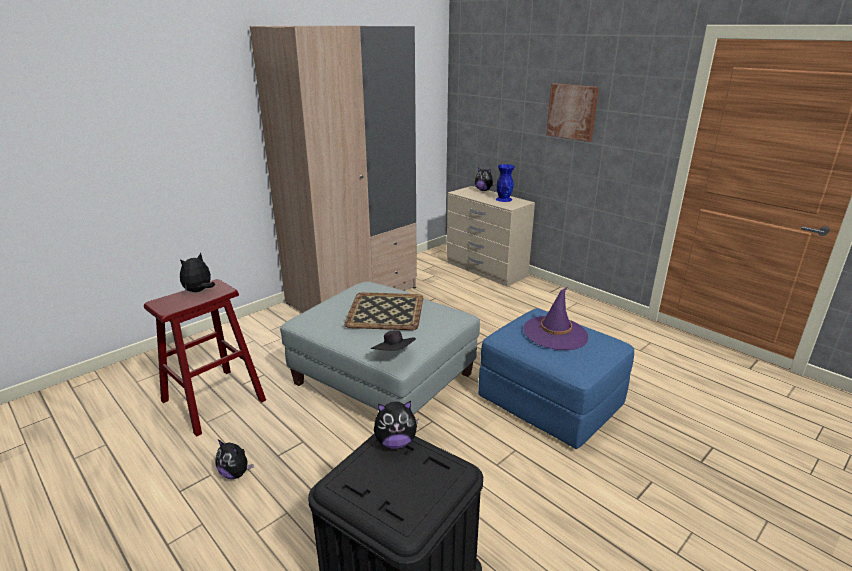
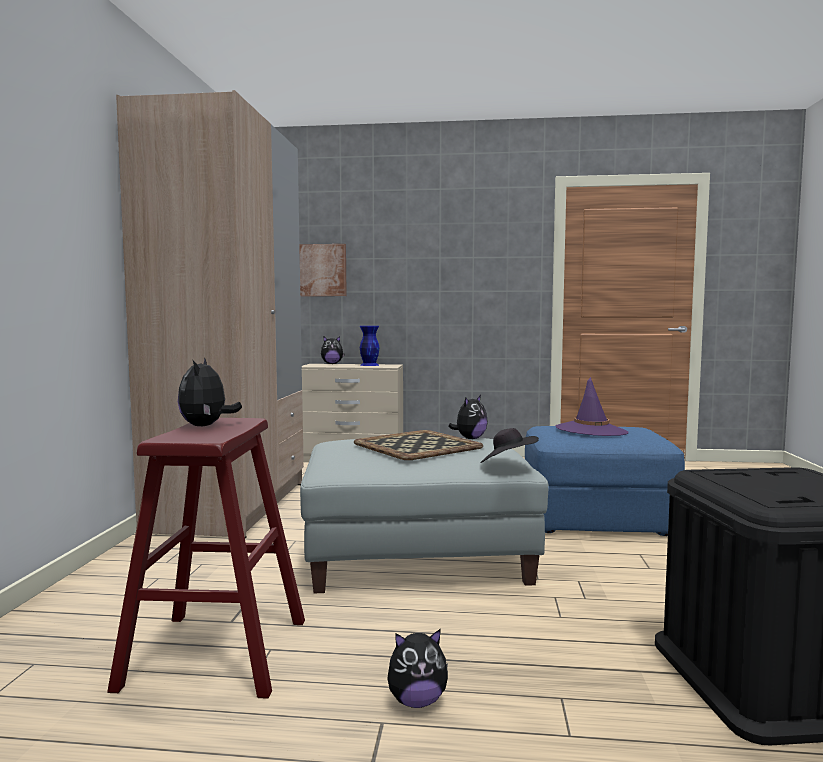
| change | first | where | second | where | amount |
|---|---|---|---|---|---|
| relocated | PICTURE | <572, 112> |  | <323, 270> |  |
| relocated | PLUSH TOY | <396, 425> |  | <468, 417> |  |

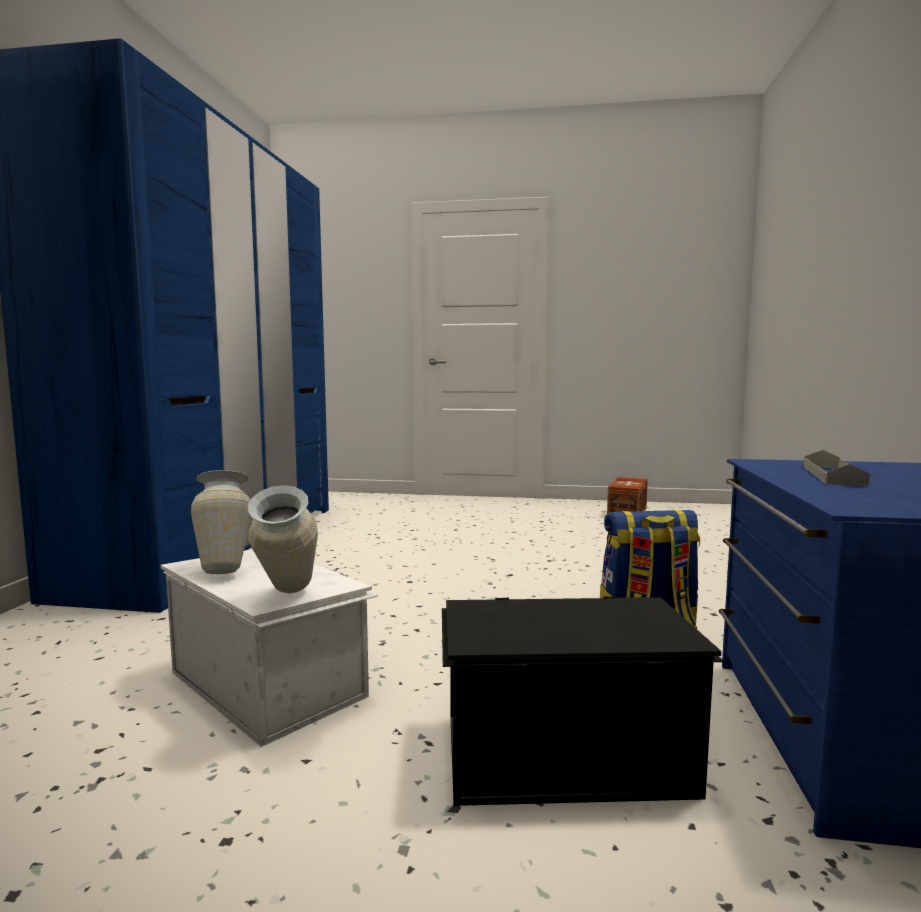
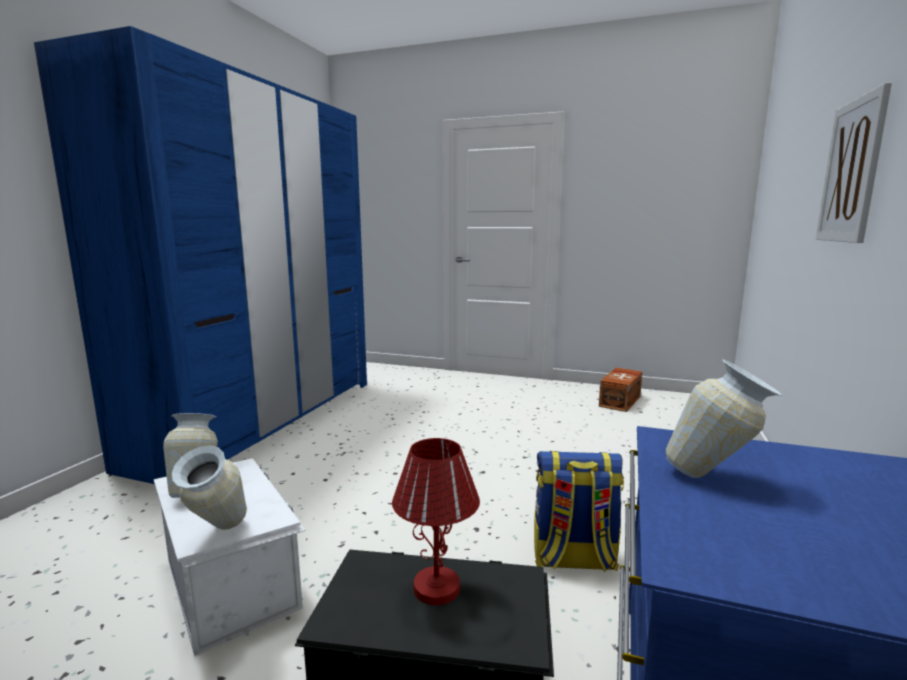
| change | first | where | second | where | amount |
|---|---|---|---|---|---|
| appeared |  |  | RED TABLE LAMP | <436, 521> |  |
| exchanged | GREY TRAY | <836, 468> | VASE | <724, 418> |  |
| appeared |  |  | PICTURE | <854, 162> |  |

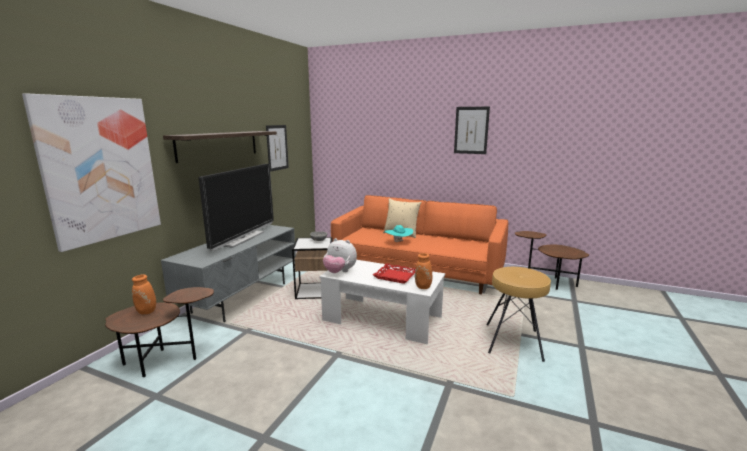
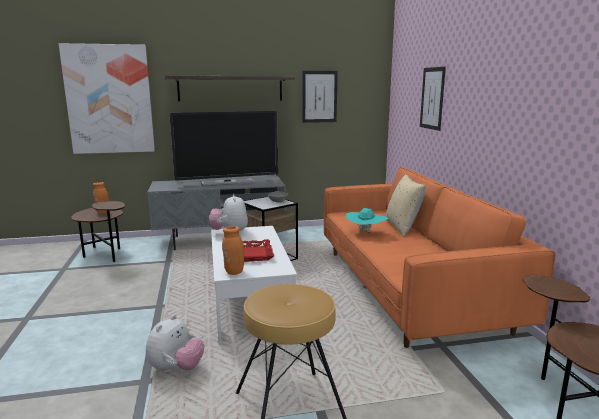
| change | first | where | second | where | amount |
|---|---|---|---|---|---|
| appeared |  |  | PLUSH TOY | <175, 343> |  |
| relocated | PICTURE | <472, 130> |  | <433, 99> |  |

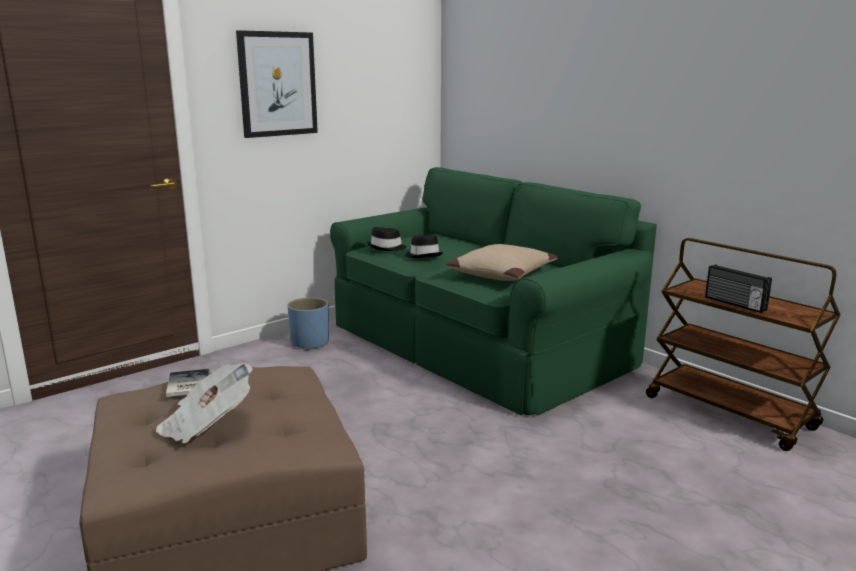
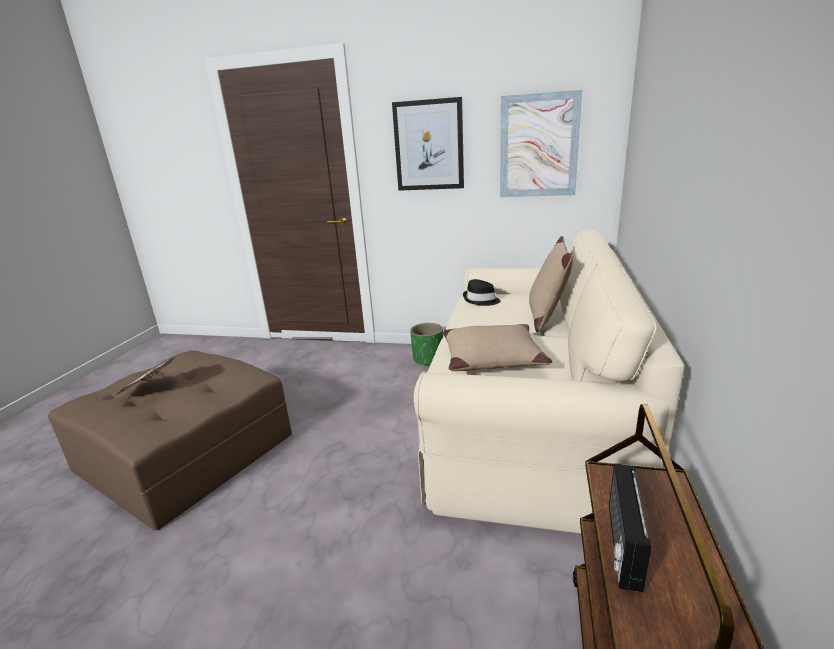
| change | first | where | second | where | amount |
|---|---|---|---|---|---|
| colour | BLUE PLANTER | <308, 323> | GREEN PLANTER | <426, 344> |  |
| colour | GREEN SOFA | <493, 291> | BEIGE SOFA | <549, 382> |  |
| appeared |  |  | PICTURE | <541, 143> |  |
| appeared |  |  | BEIGE PILLOW | <551, 284> |  |
| missing | BOOK | <187, 383> |  |  |  |
| missing | BLACK HAT | <424, 246> |  |  |  |

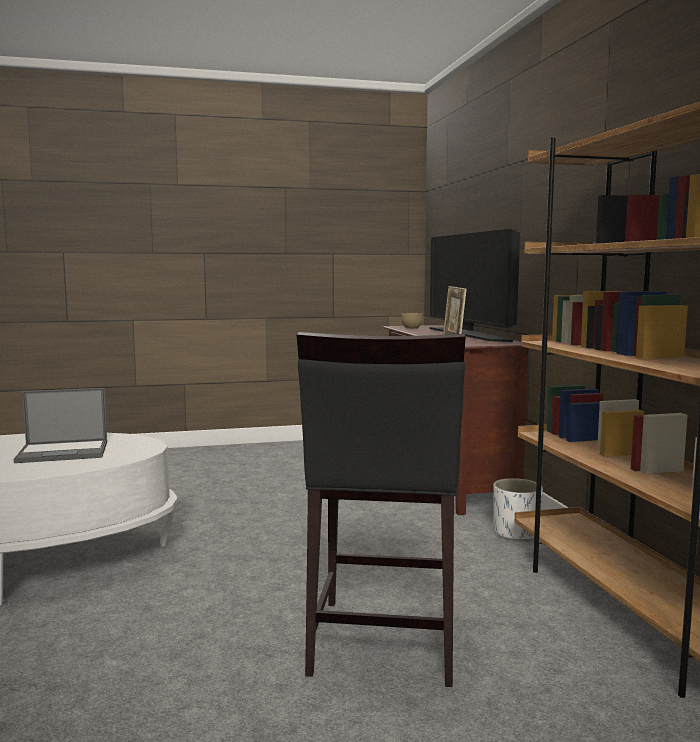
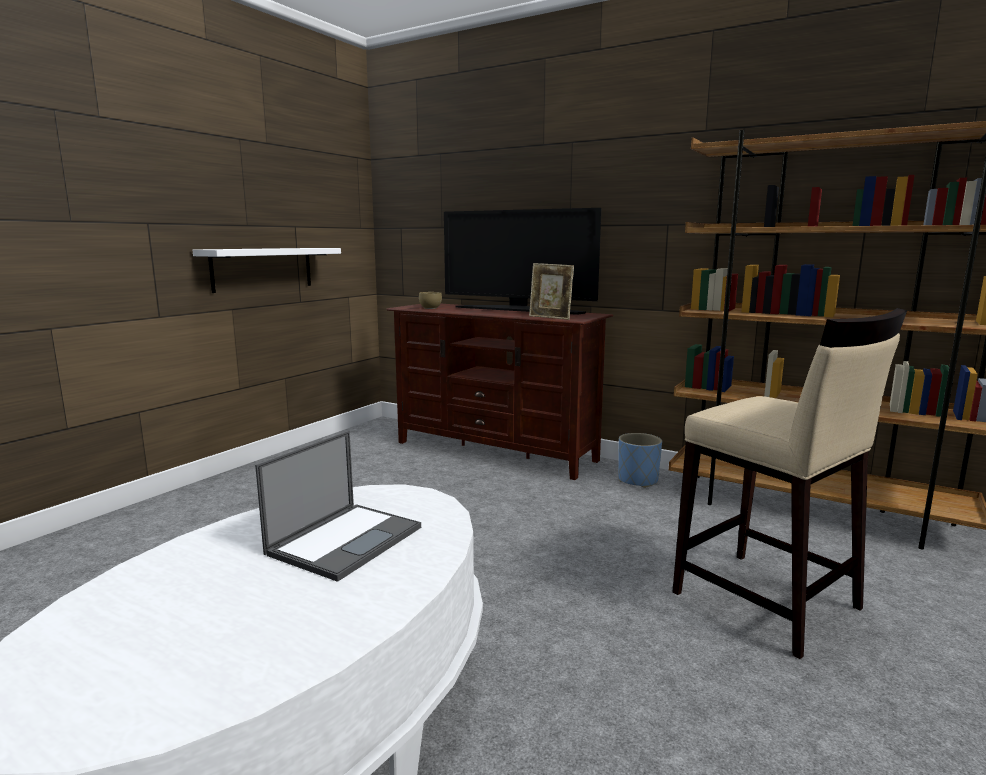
| change | first | where | second | where | amount |
|---|---|---|---|---|---|
| appeared |  |  | WHITE SHELF | <267, 270> |  |
| colour | WHITE PLANTER | <518, 509> | BLUE PLANTER | <640, 460> |  |
| colour | BLACK STOOL | <381, 509> | BEIGE STOOL | <789, 483> |  |

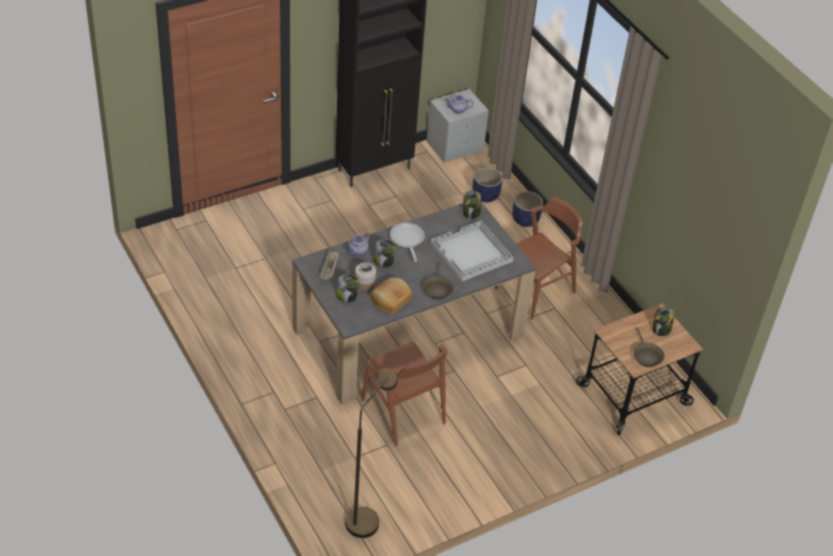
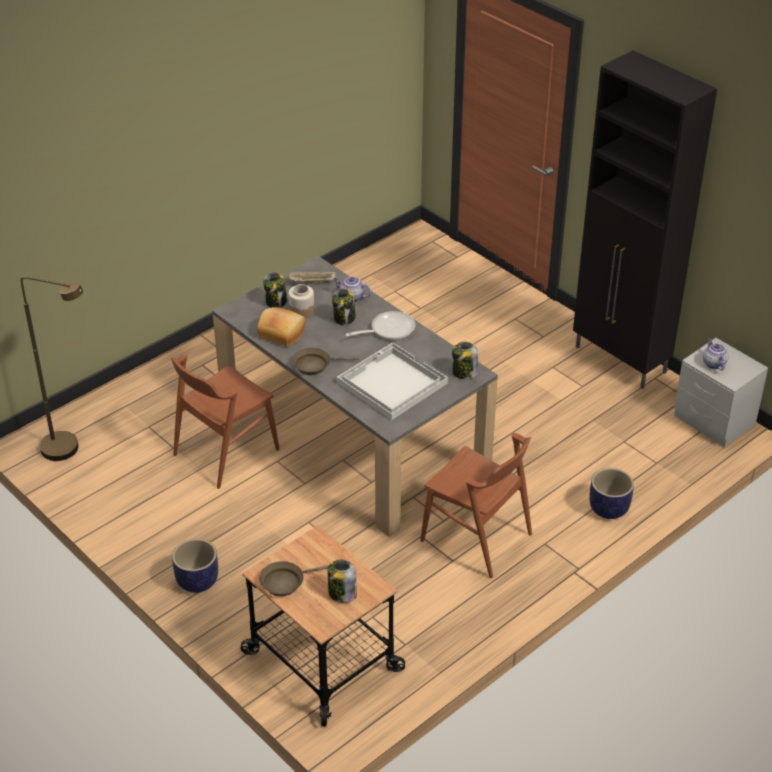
| change | first | where | second | where | amount |
|---|---|---|---|---|---|
| relocated | PLANTER | <487, 185> |  | <195, 565> |  |

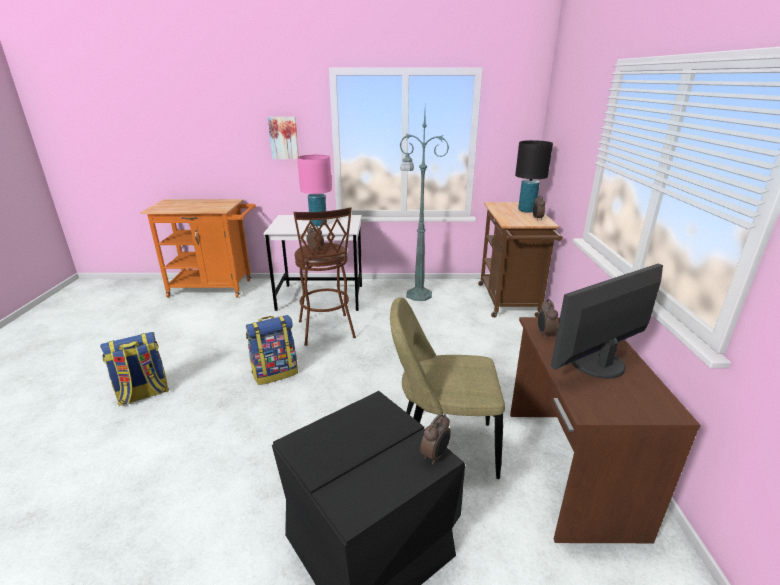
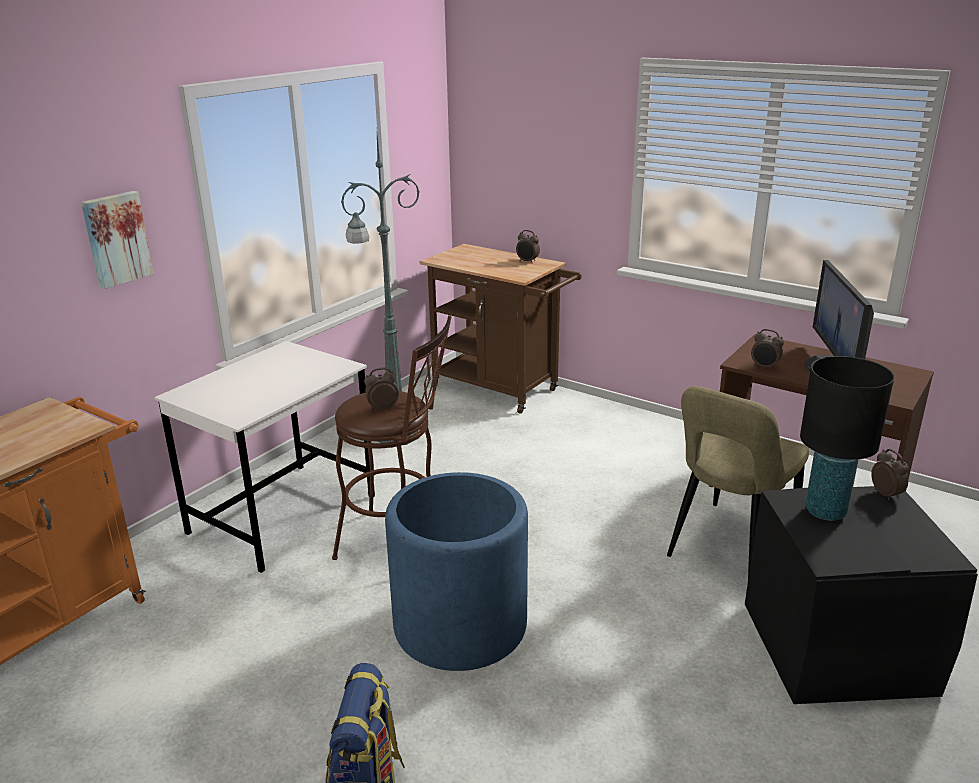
| change | first | where | second | where | amount |
|---|---|---|---|---|---|
| exchanged | BACKPACK | <272, 350> | BLUE PLANTER | <456, 571> |  |
| relocated | BLACK TABLE LAMP | <534, 176> |  | <847, 438> |  |
| missing | PINK TABLE LAMP | <314, 190> |  |  |  |

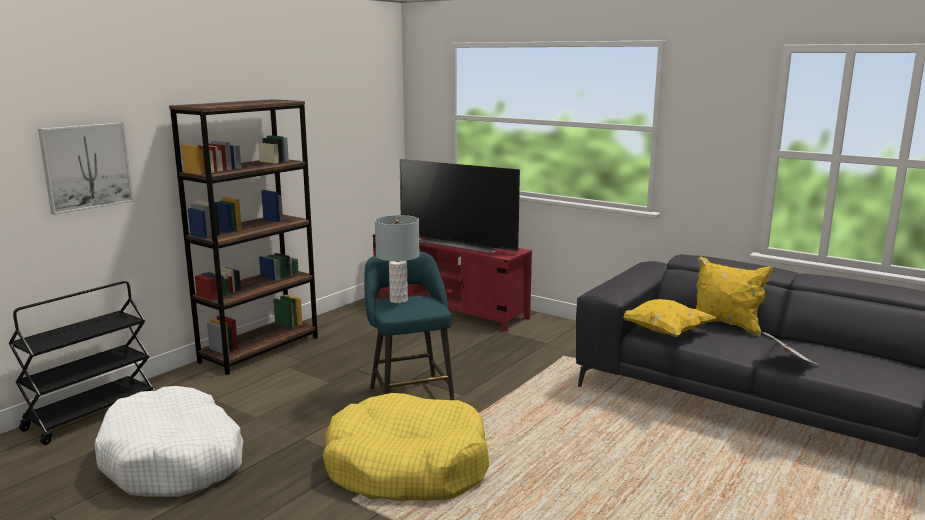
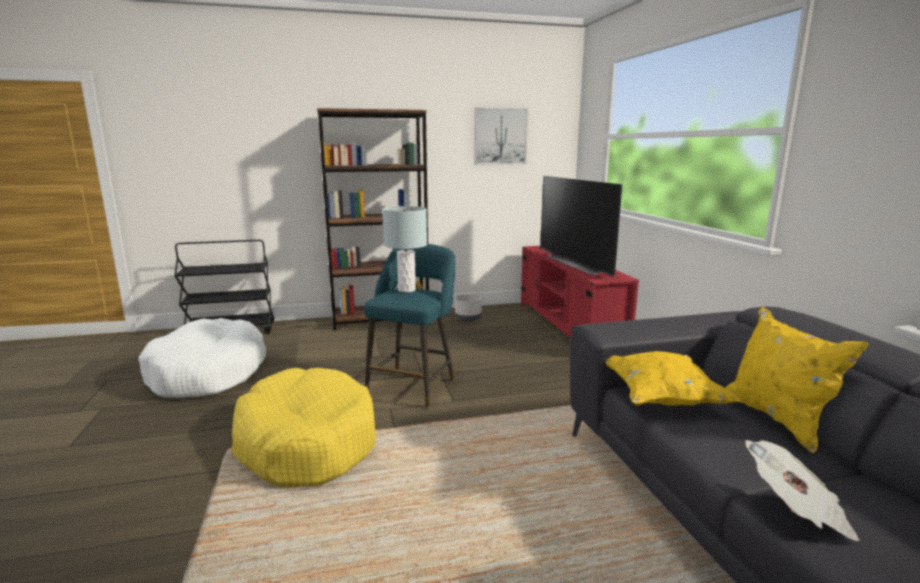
| change | first | where | second | where | amount |
|---|---|---|---|---|---|
| appeared |  |  | GREY PLANTER | <468, 307> |  |
| relocated | PICTURE | <86, 169> |  | <501, 136> |  |

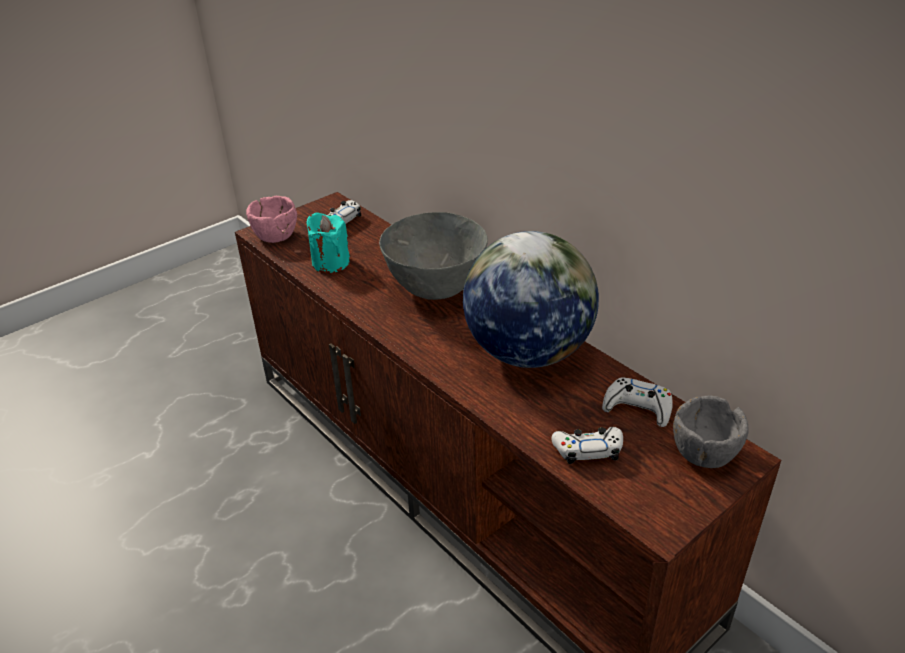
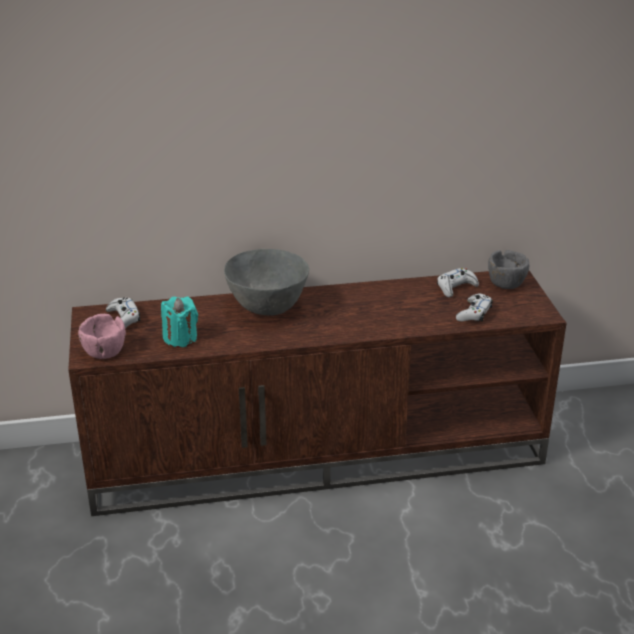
| change | first | where | second | where | amount |
|---|---|---|---|---|---|
| missing | GLOBE | <531, 299> |  |  |  |

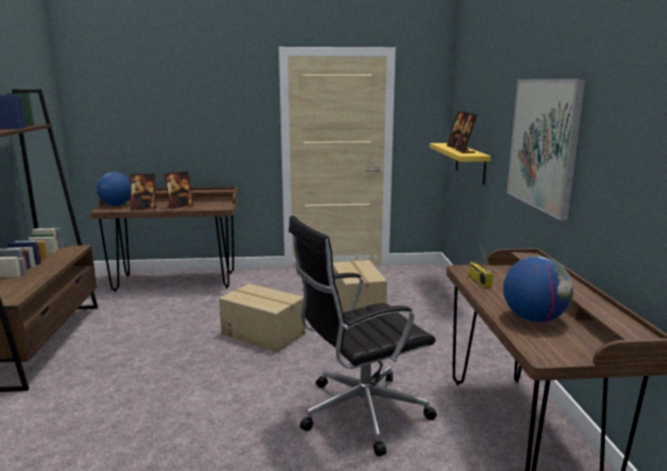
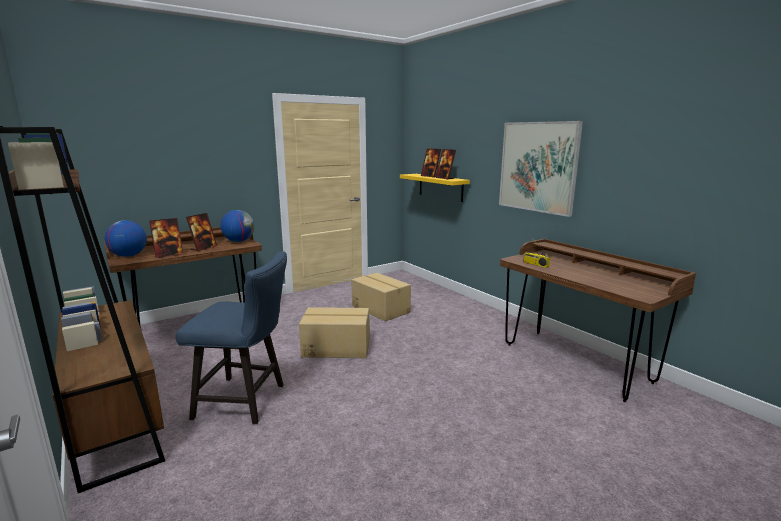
| change | first | where | second | where | amount |
|---|---|---|---|---|---|
| appeared |  |  | BLUE CHAIR | <231, 337> |  |
| relocated | GLOBE | <538, 289> |  | <237, 226> |  |
| missing | BLACK OFFICE CHAIR | <363, 336> |  |  |  |

